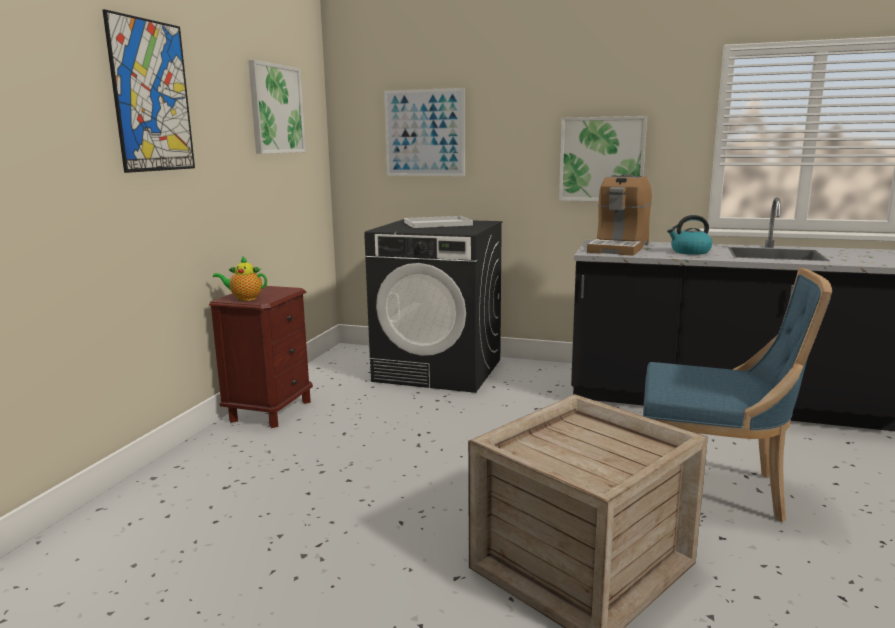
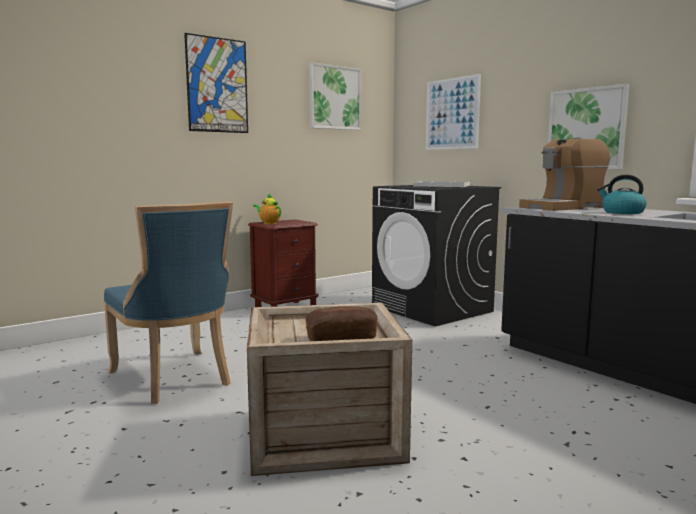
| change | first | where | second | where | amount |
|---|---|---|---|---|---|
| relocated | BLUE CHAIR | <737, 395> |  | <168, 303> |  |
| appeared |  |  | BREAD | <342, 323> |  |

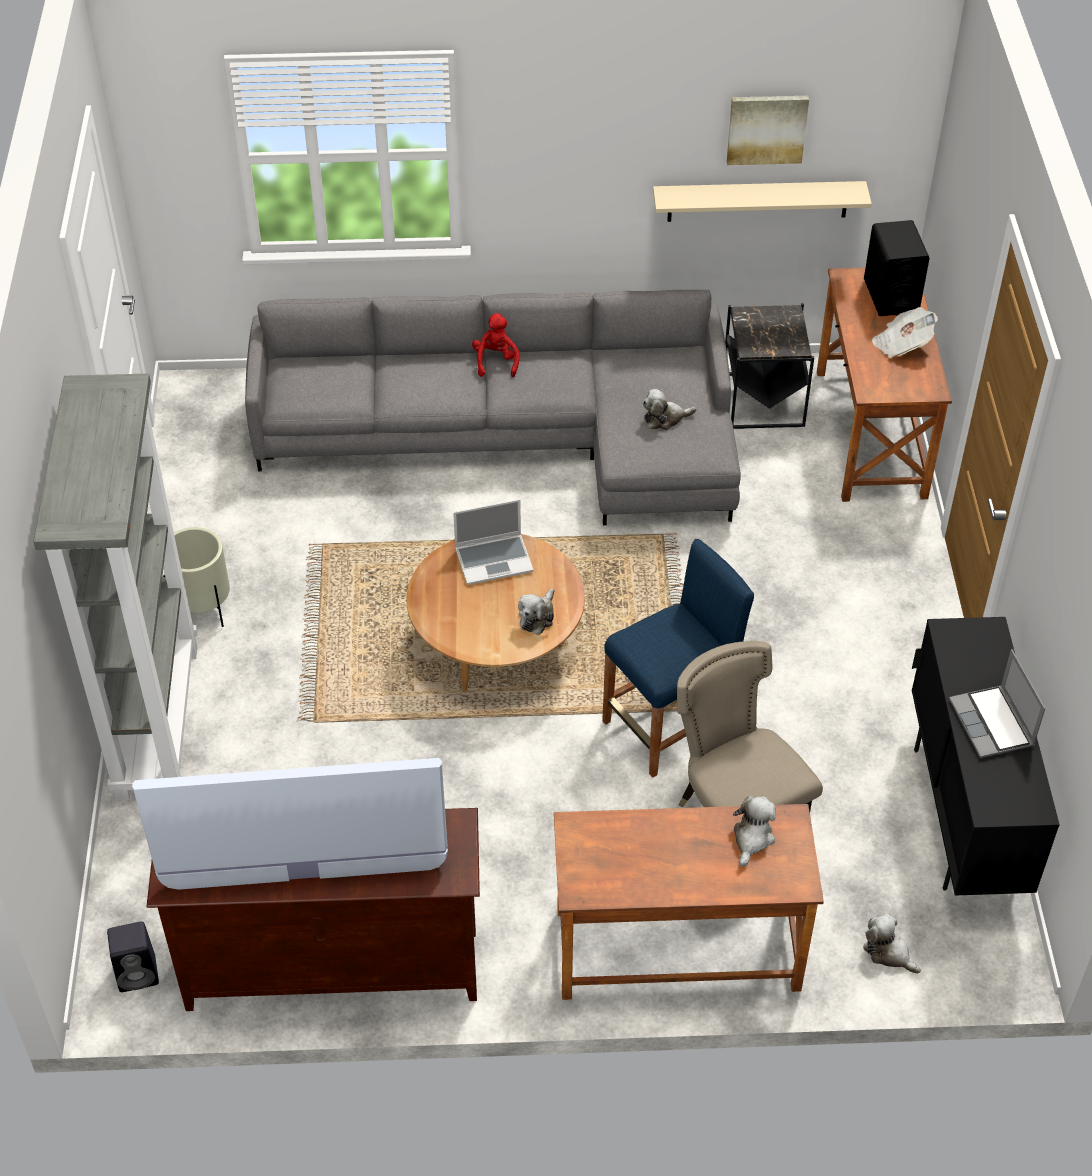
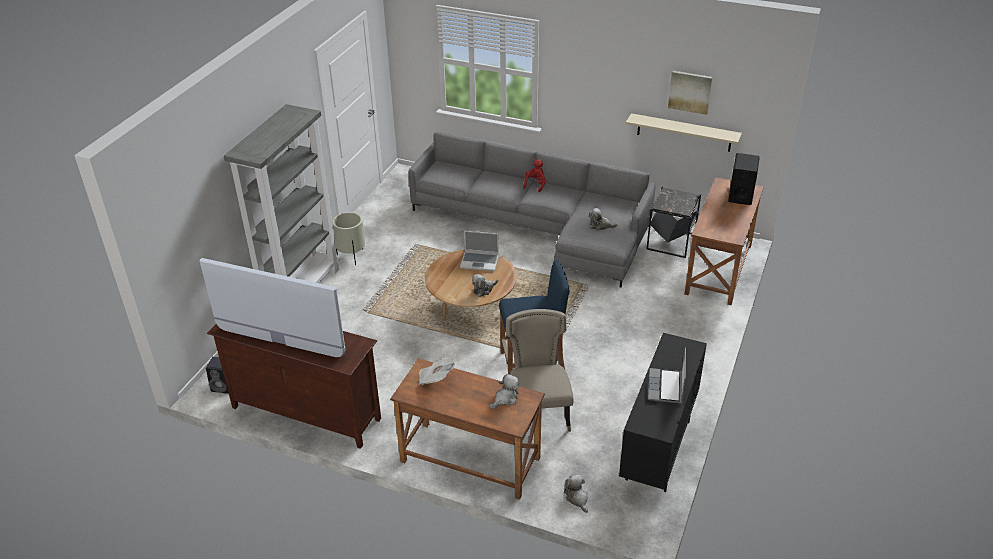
| change | first | where | second | where | amount |
|---|---|---|---|---|---|
| relocated | NEWSPAPER | <905, 332> |  | <437, 371> |  |

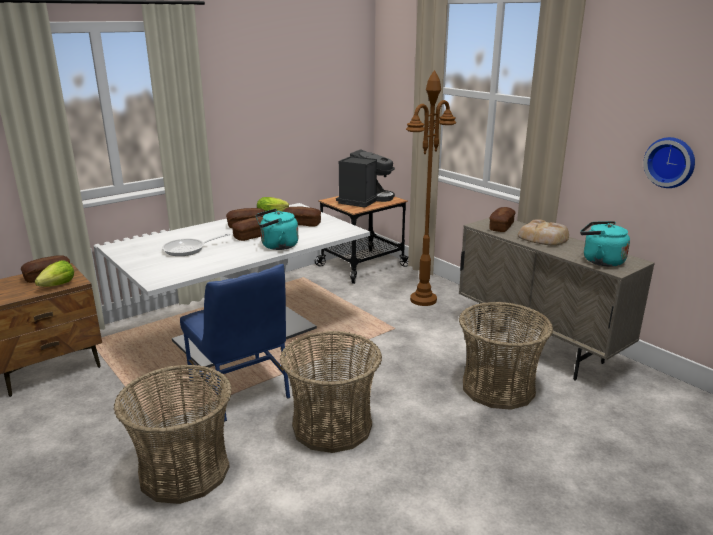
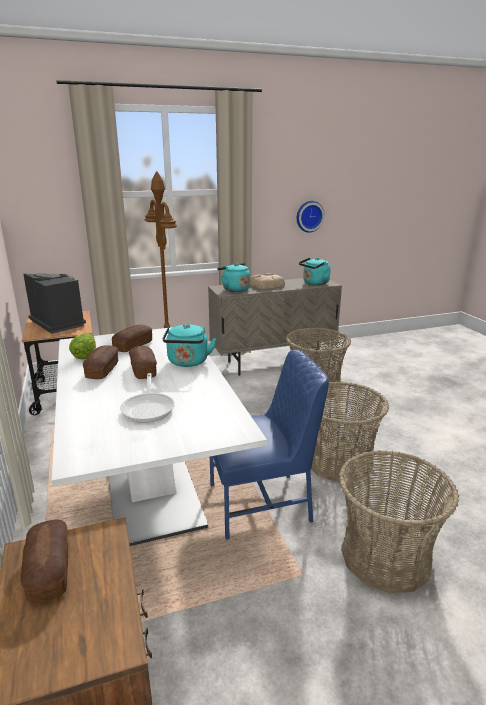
| change | first | where | second | where | amount |
|---|---|---|---|---|---|
| exchanged | BREAD | <502, 219> | TURQUOISE KETTLE | <233, 277> |  |
| missing | LETTUCE | <54, 273> |  |  |  |

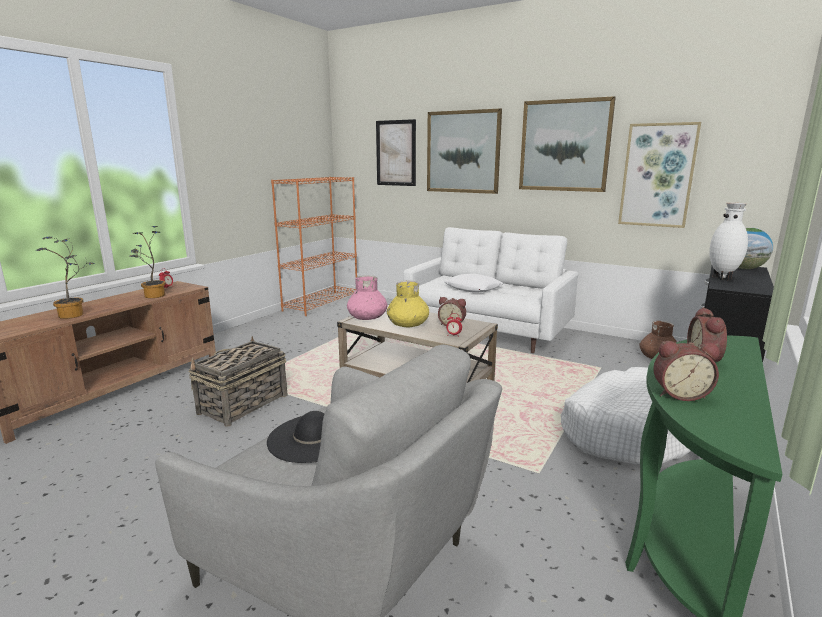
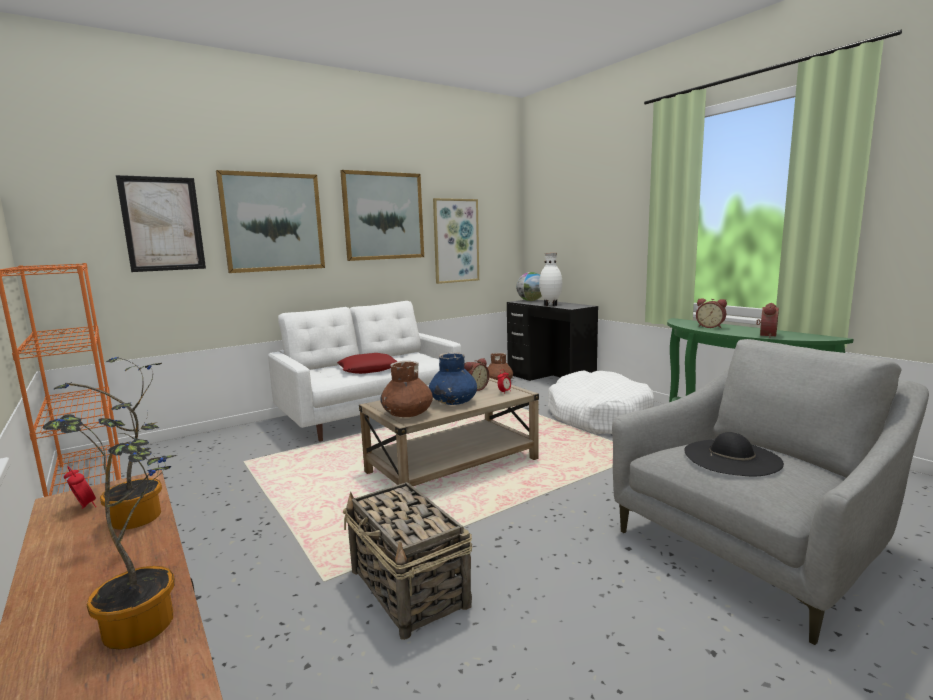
| change | first | where | second | where | amount |
|---|---|---|---|---|---|
| colour | WHITE PILLOW | <474, 283> | RED PILLOW | <367, 363> |  |
| colour | PINK VASE | <367, 298> | BROWN VASE | <406, 389> |  |
| colour | YELLOW VASE | <408, 303> | BLUE VASE | <453, 378> |  |

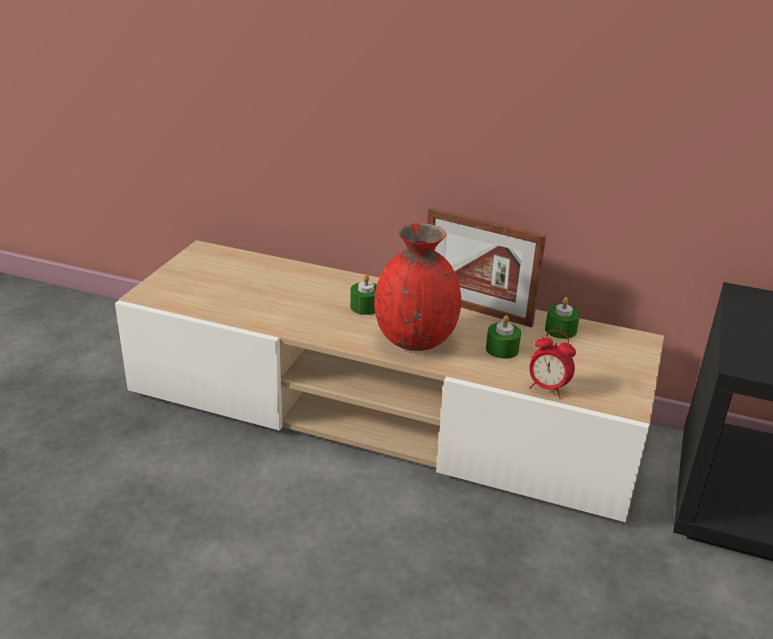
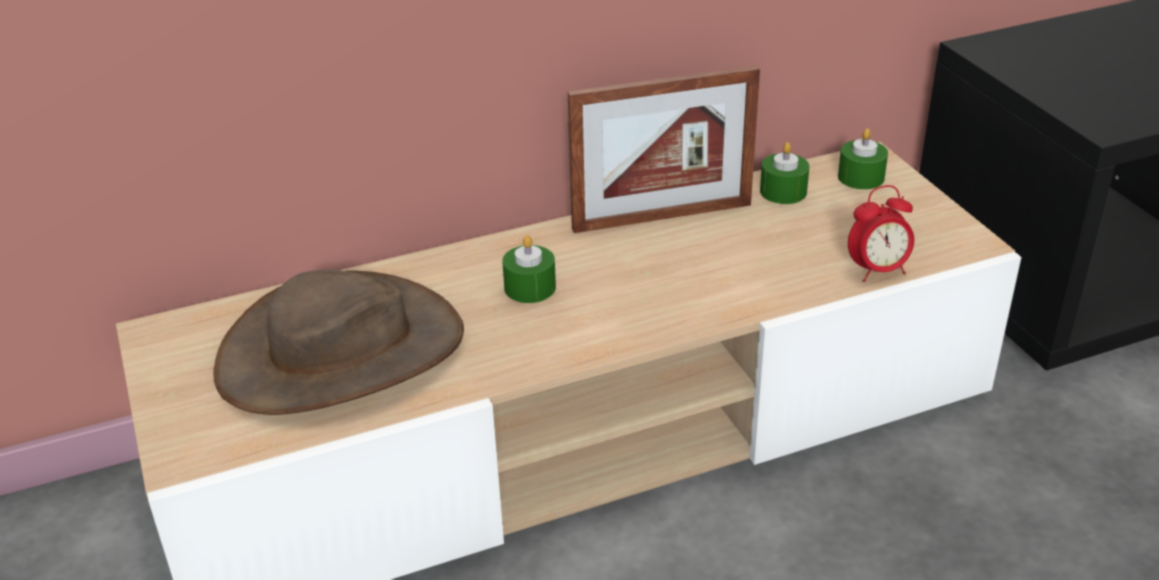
| change | first | where | second | where | amount |
|---|---|---|---|---|---|
| appeared |  |  | BROWN HAT | <338, 342> |  |
| relocated | GREEN CANDLE | <503, 337> |  | <863, 159> |  |
| missing | RED VASE | <417, 287> |  |  |  |

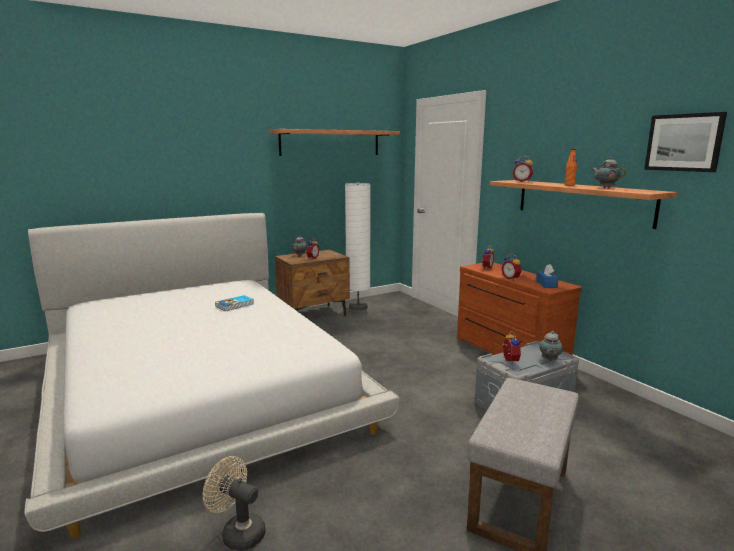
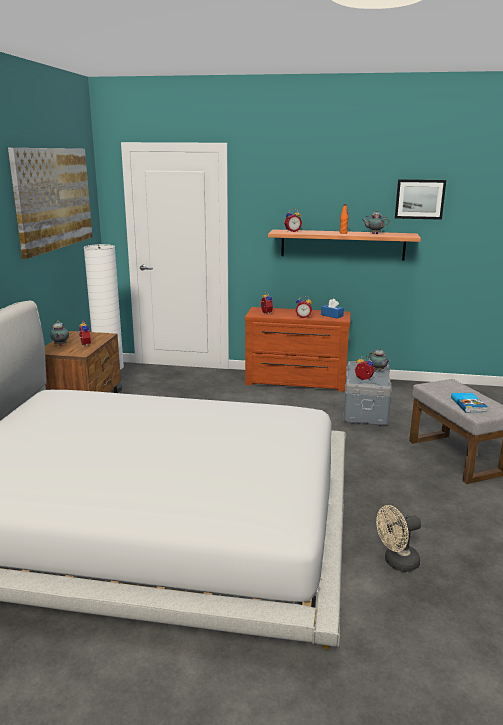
| change | first | where | second | where | amount |
|---|---|---|---|---|---|
| exchanged | SHELF | <334, 142> | PICTURE | <50, 203> |  |
| relocated | BOOK | <234, 303> |  | <469, 402> |  |

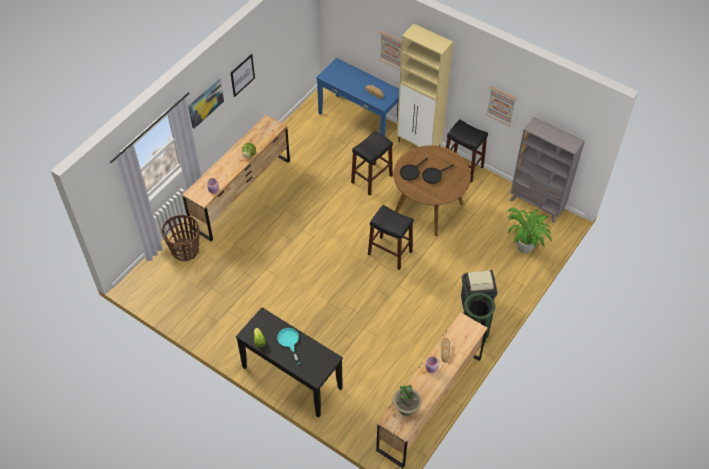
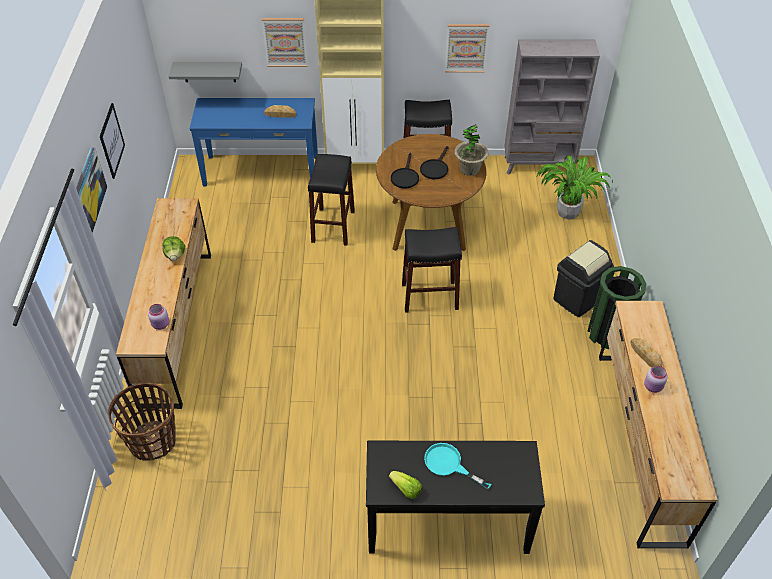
| change | first | where | second | where | amount |
|---|---|---|---|---|---|
| appeared |  |  | GREY SHELF | <205, 72> |  |
| relocated | POTTED PLANT | <407, 400> |  | <471, 150> |  |

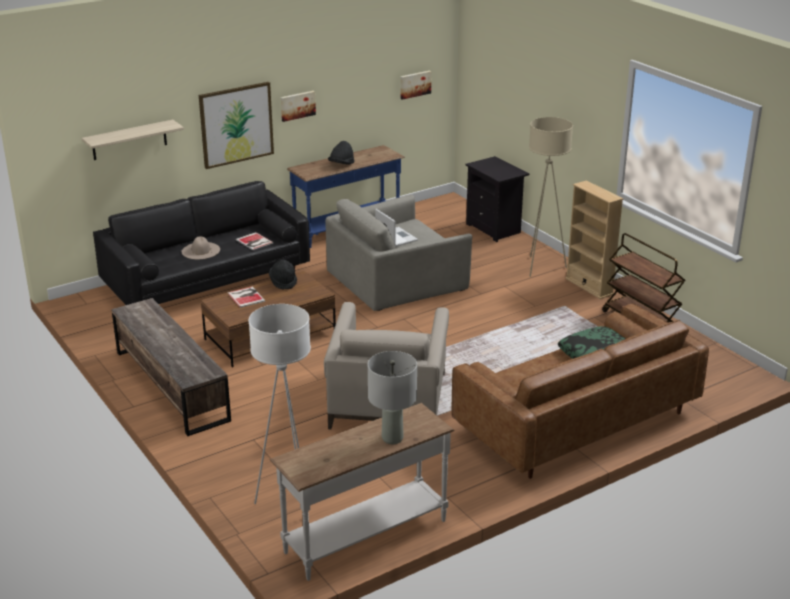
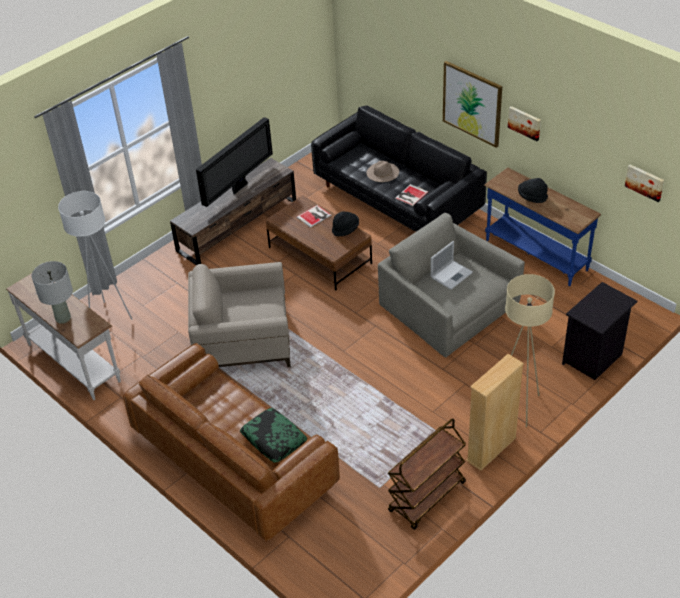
| change | first | where | second | where | amount |
|---|---|---|---|---|---|
| appeared |  |  | TELEVISION | <234, 162> |  |
| missing | SHELF | <133, 140> |  |  |  |

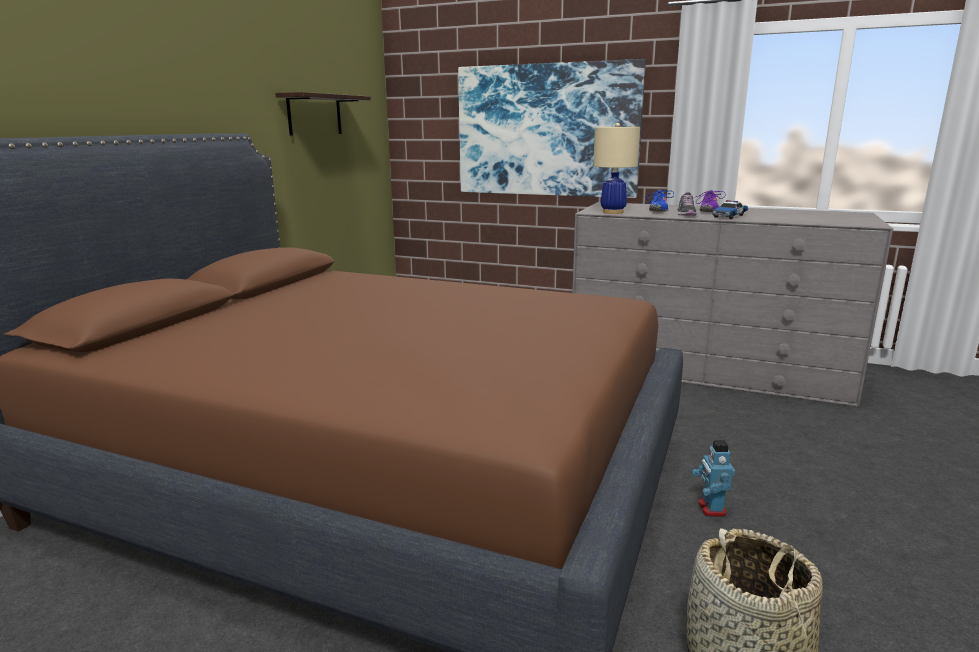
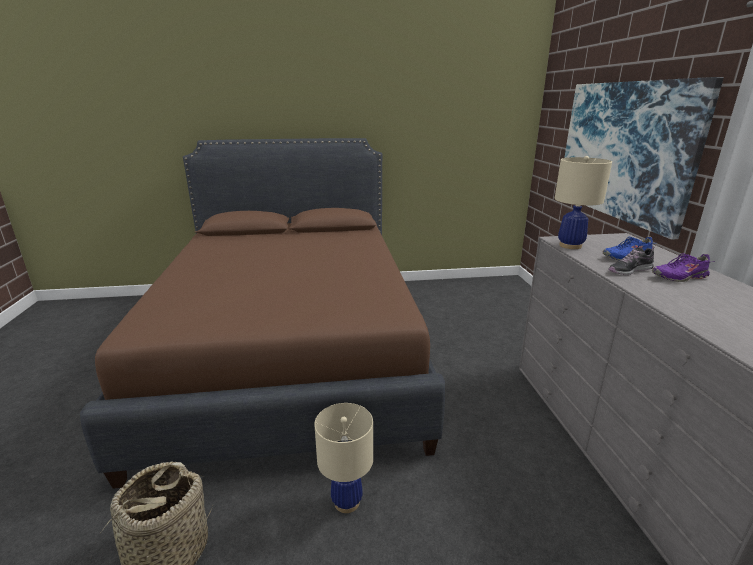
| change | first | where | second | where | amount |
|---|---|---|---|---|---|
| exchanged | TOY ROBOT | <713, 478> | BEIGE TABLE LAMP | <343, 458> |  |
| missing | SHELF | <323, 114> |  |  |  |
| missing | TOY CAR | <730, 209> |  |  |  |

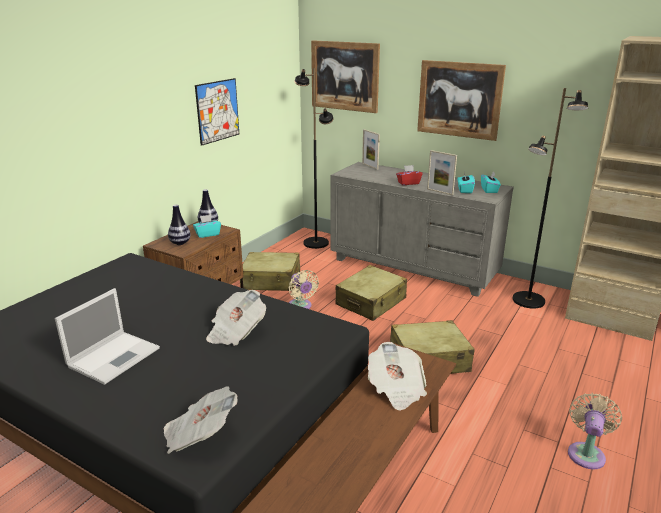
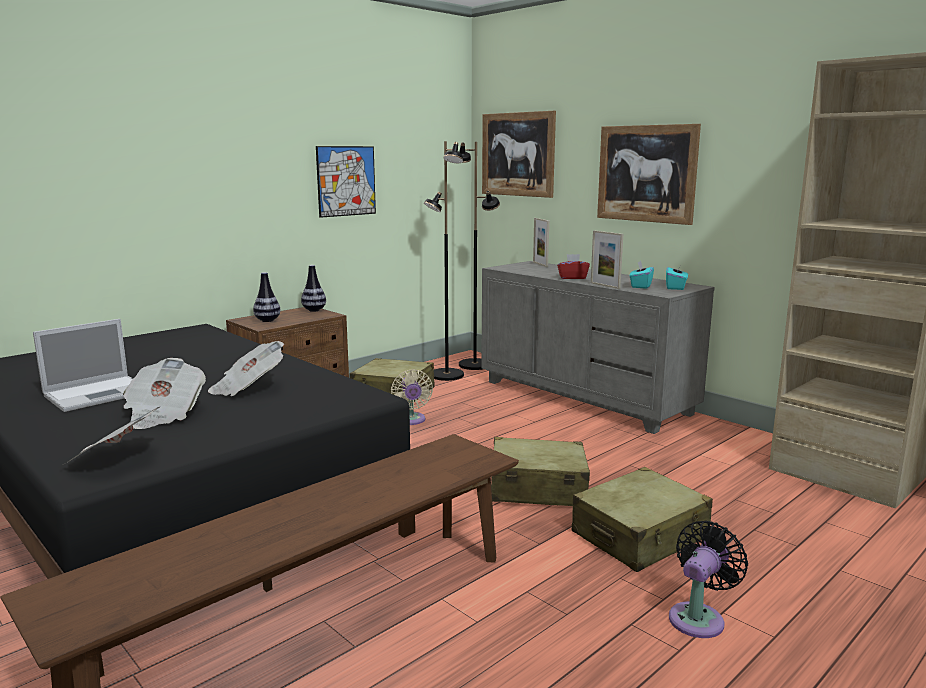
| change | first | where | second | where | amount |
|---|---|---|---|---|---|
| relocated | NEWSPAPER | <397, 376> |  | <164, 393> |  |
| relocated | BLACK FLOOR LAMP | <550, 198> |  | <444, 261> |  |
| relocated | BEIGE SUITCASE | <371, 293> |  | <642, 519> |  |
| colour | BEIGE FAN | <595, 431> | BLACK FAN | <708, 579> |  |
| missing | TURQUOISE TISSUE BOX | <207, 226> |  |  |  |

